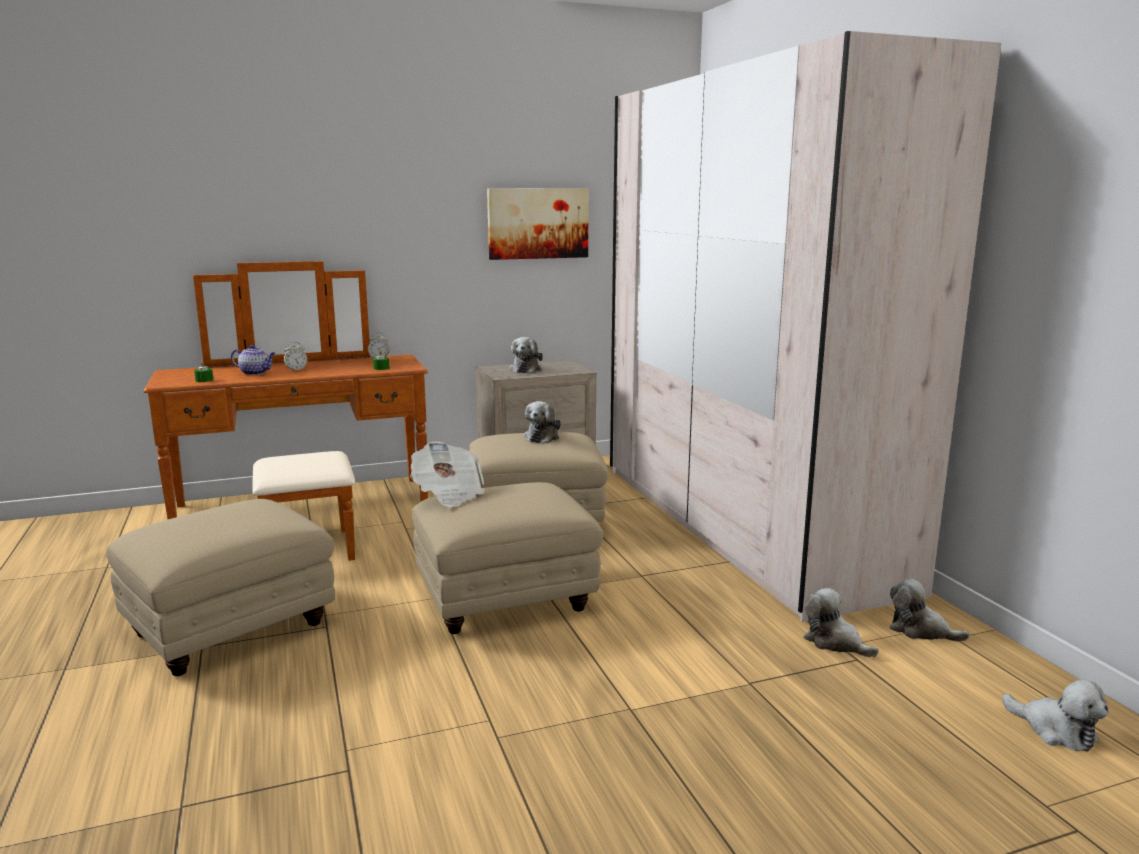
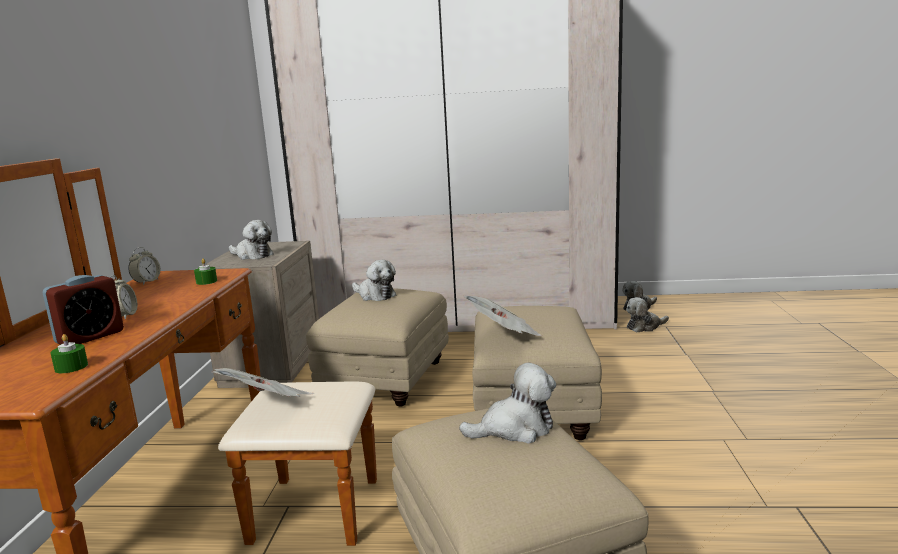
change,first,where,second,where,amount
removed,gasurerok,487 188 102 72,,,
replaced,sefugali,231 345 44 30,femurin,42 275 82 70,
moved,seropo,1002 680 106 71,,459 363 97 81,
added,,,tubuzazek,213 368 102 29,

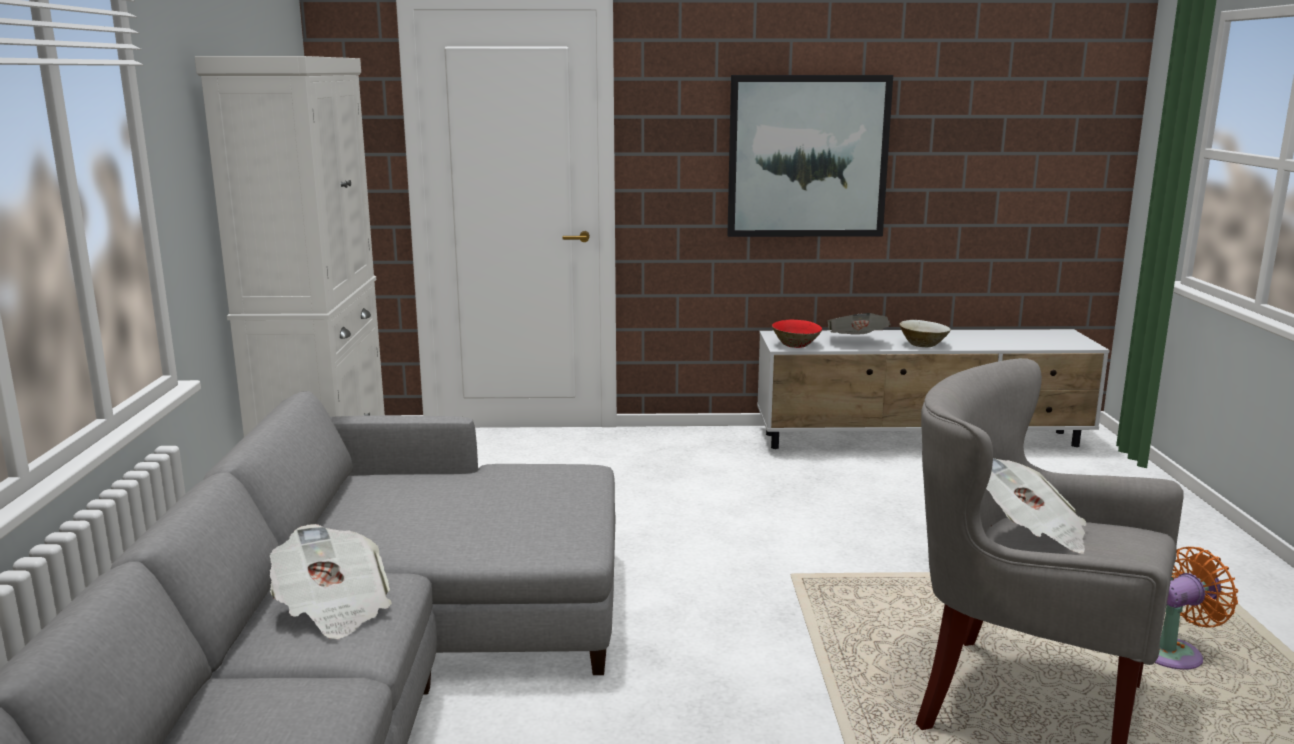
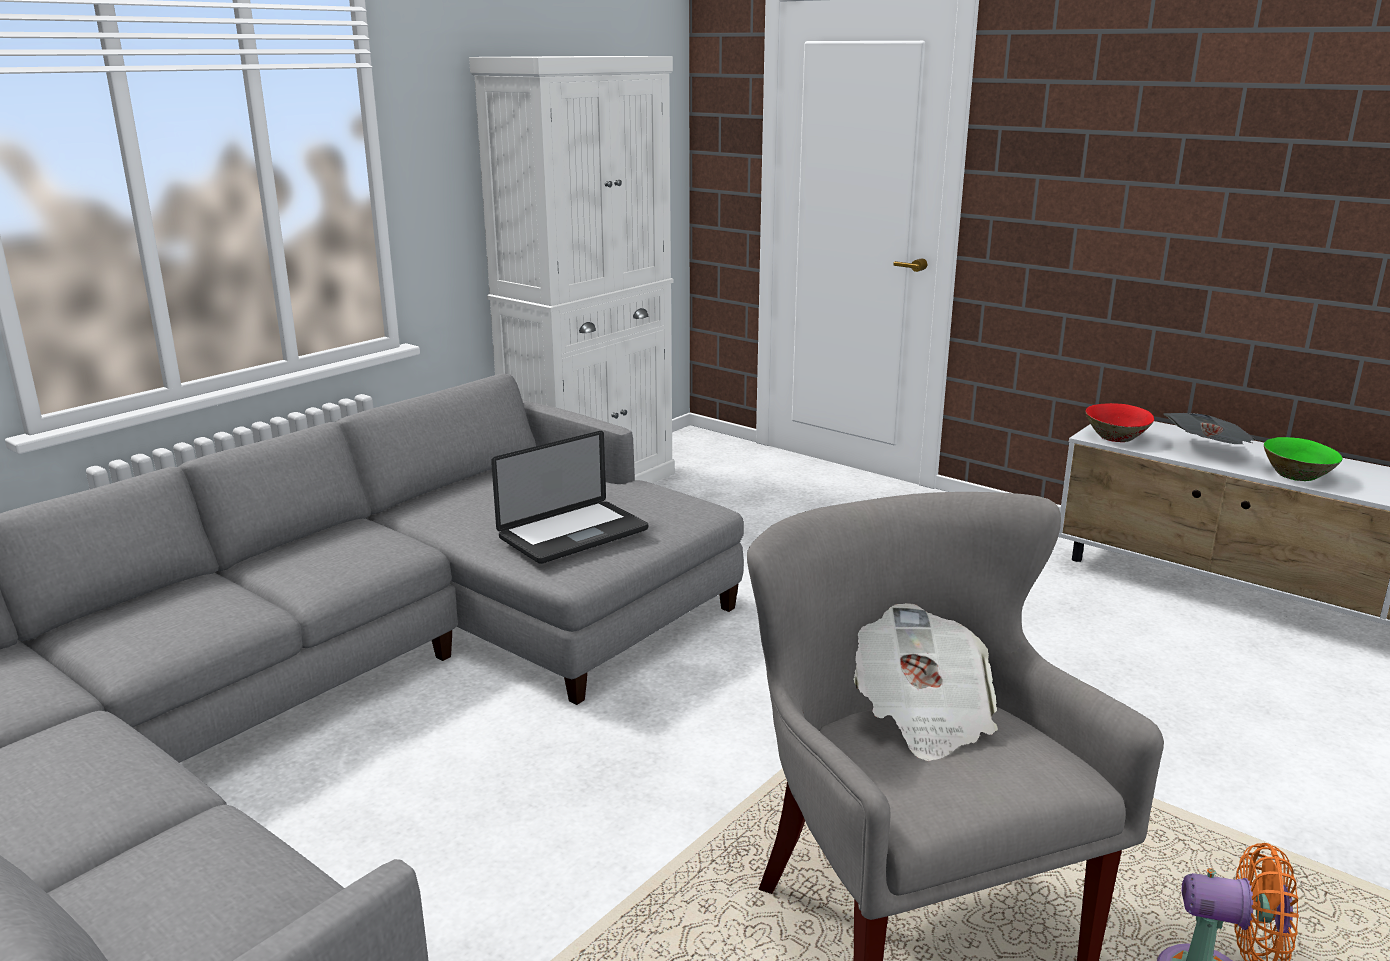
change,first,where,second,where,amount
removed,gasurerok,727 75 166 162,,,
recoloured,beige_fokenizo,899 320 52 27,green_fokenizo,1264 437 79 44,
removed,tubuzazek,270 524 122 115,,,
added,,,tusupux,491 431 157 133,

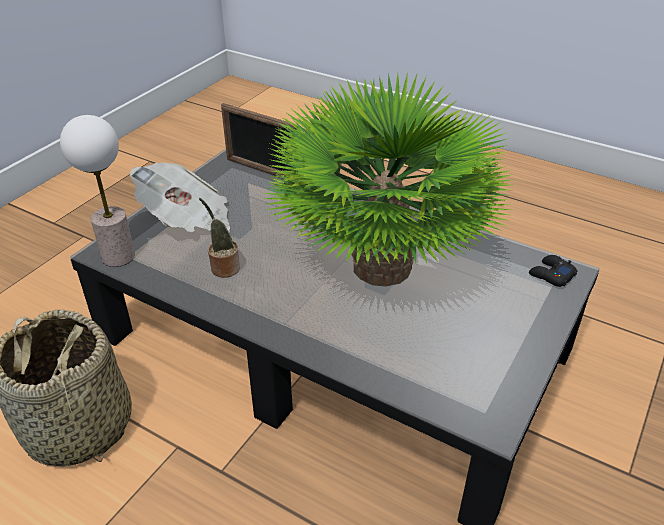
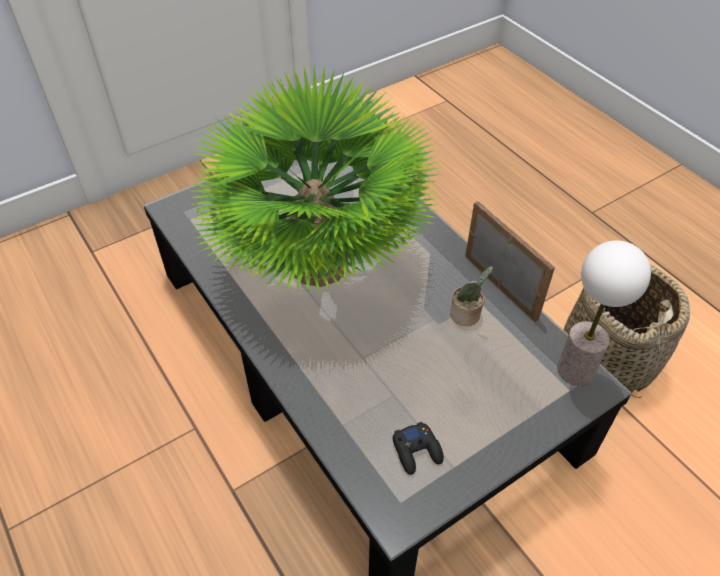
change,first,where,second,where,amount
moved,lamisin,221 103 77 75,,465 201 90 121,
removed,tubuzazek,130 162 100 70,,,
moved,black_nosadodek,529 255 49 32,,393 422 51 53,

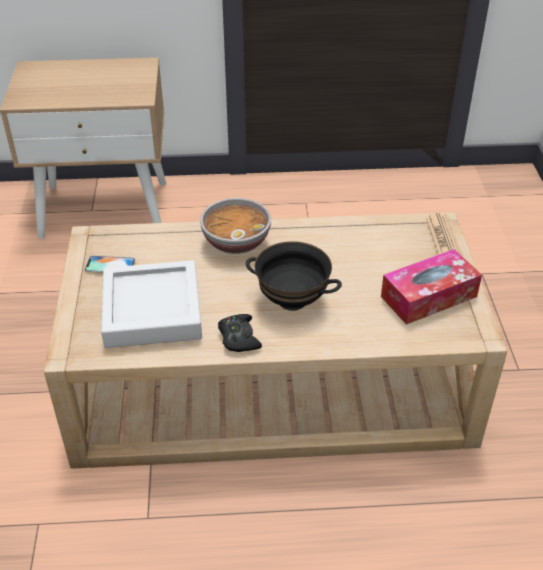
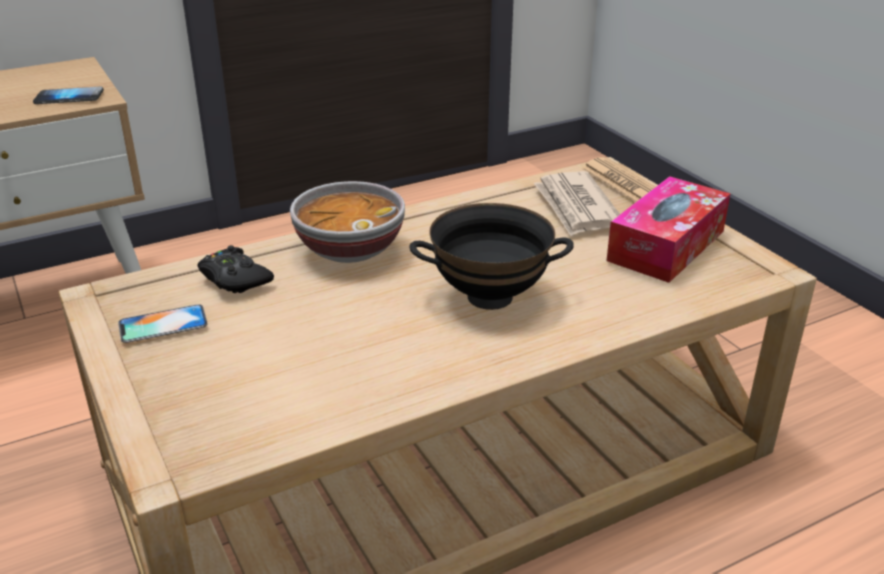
change,first,where,second,where,amount
removed,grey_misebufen,101 260 101 88,,,
moved,black_nosadodek,218 314 44 38,,197 245 77 48,
added,,,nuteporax,33 87 71 17,
added,,,tubuzazek,534 171 86 65,

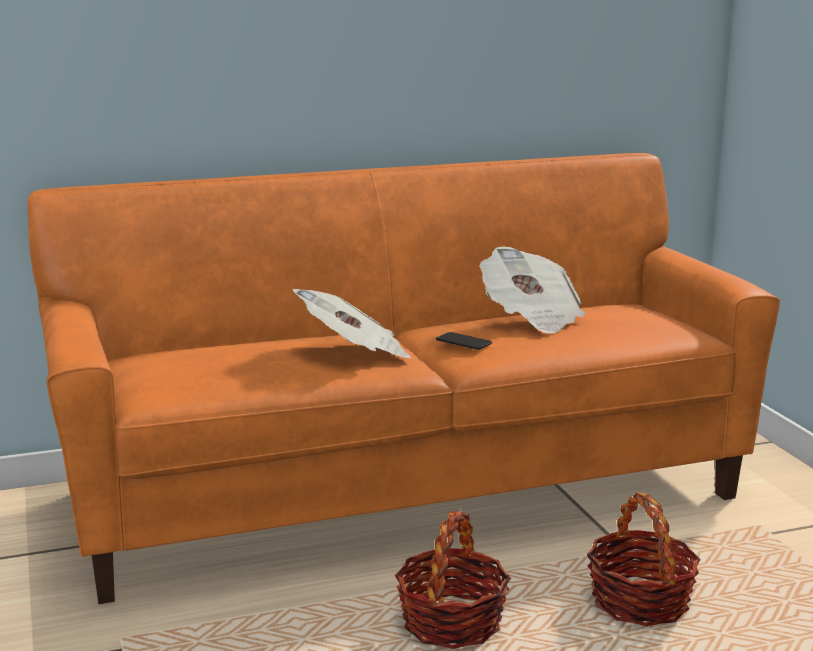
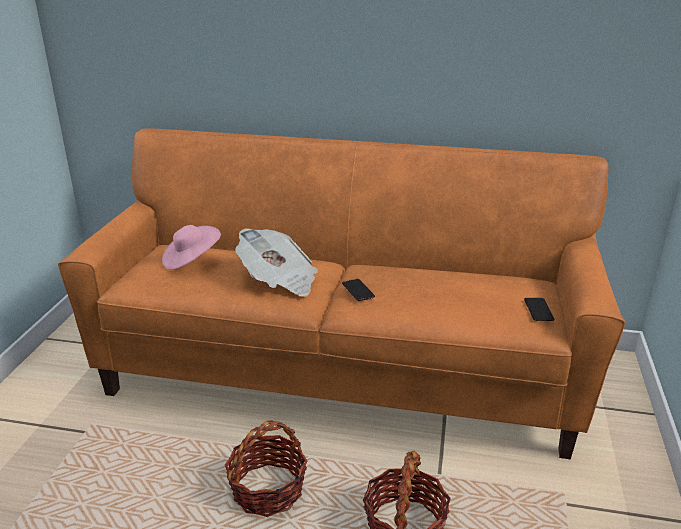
change,first,where,second,where,amount
removed,tubuzazek,480 246 105 88,,,
added,,,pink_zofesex,162 225 59 45,
added,,,nuteporax,524 298 31 23,

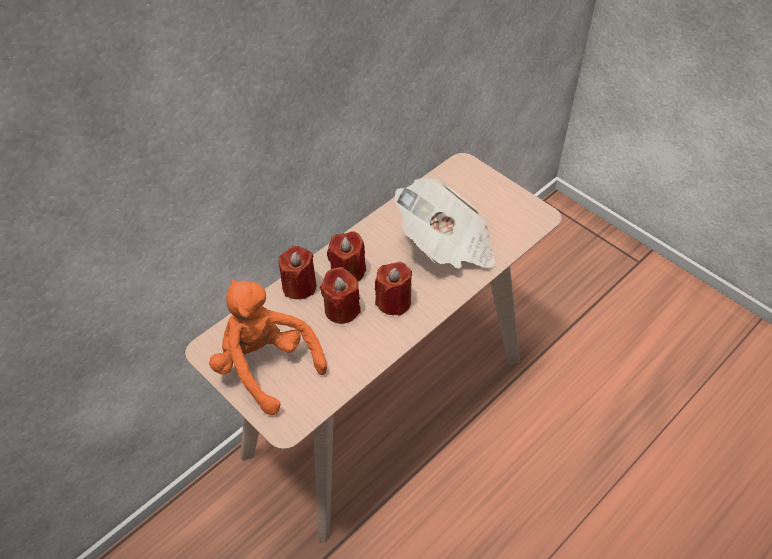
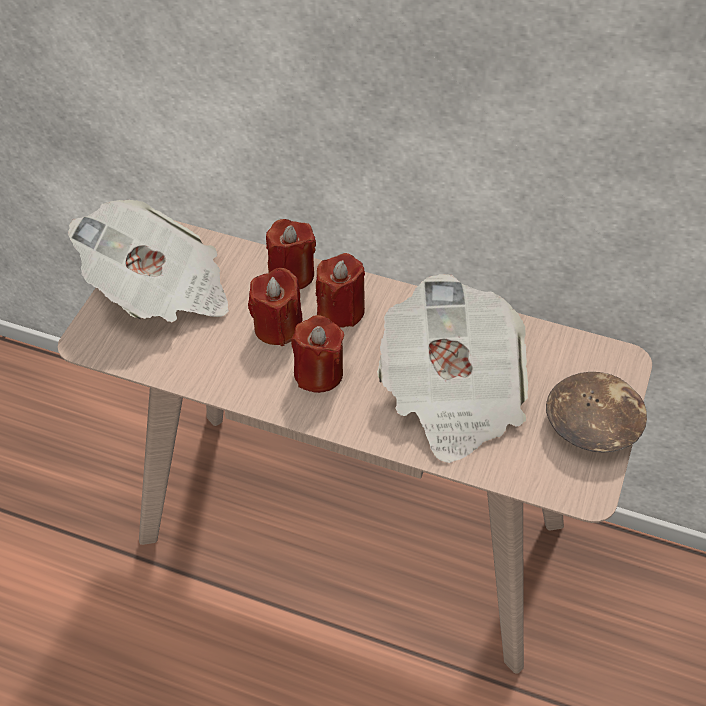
change,first,where,second,where,amount
replaced,orange_seropo,209 279 118 136,tubuzazek,68 200 161 122,
added,,,brown_fokenizo,546 372 101 81,

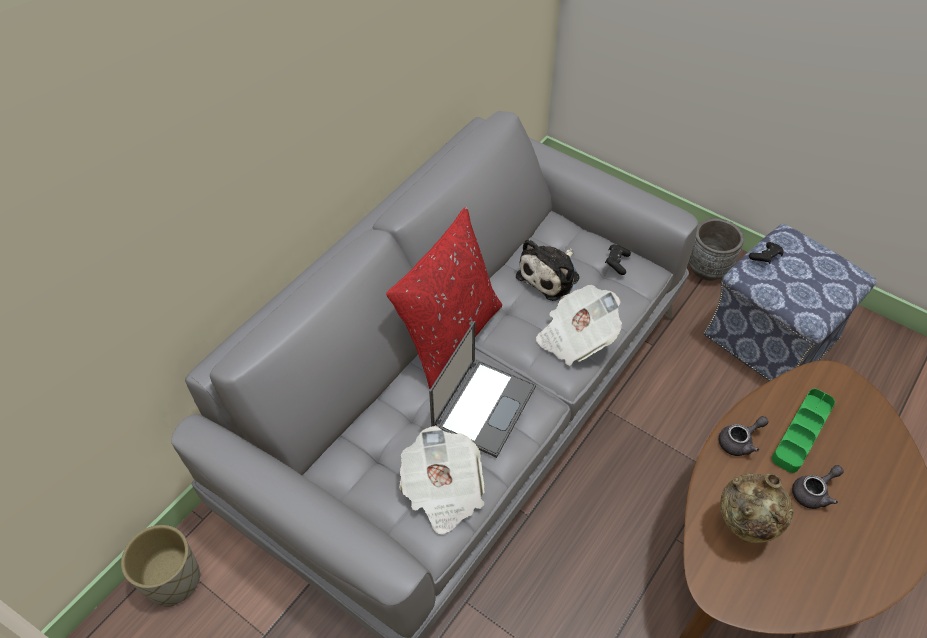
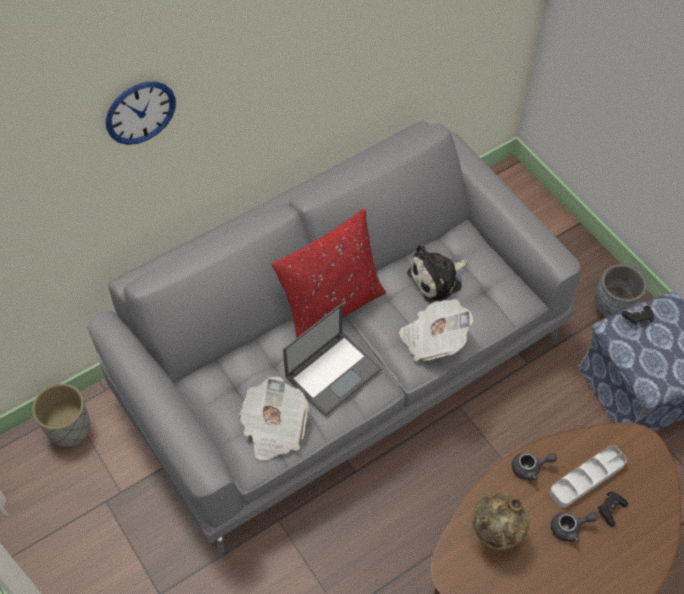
change,first,where,second,where,amount
moved,black_nosadodek,605 244 26 31,,598 492 30 34,
recoloured,green_misebufen,772 389 63 84,grey_misebufen,550 445 77 63,
added,,,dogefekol,106 81 70 64,

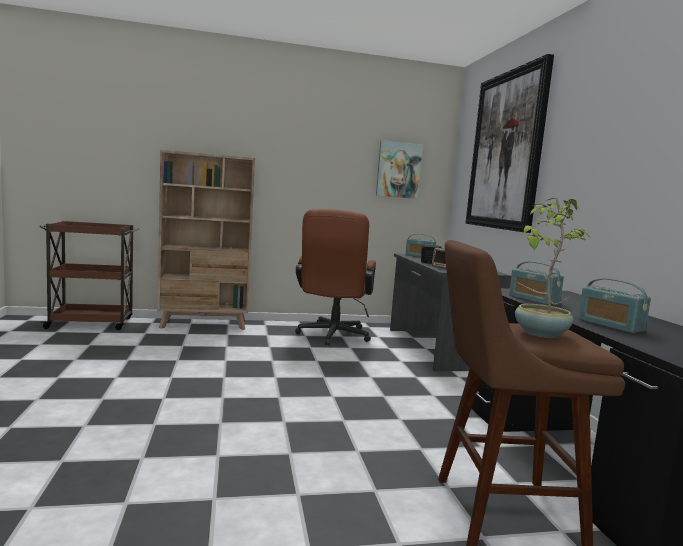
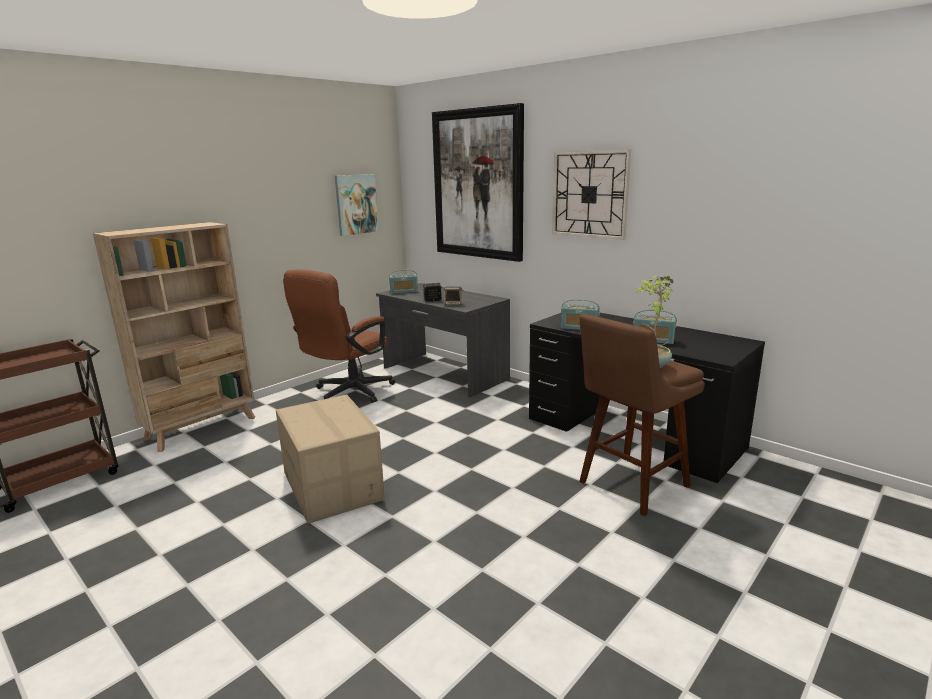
change,first,where,second,where,amount
turned,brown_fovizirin,295 209 81 136,,283 270 112 133,60 degrees clockwise
added,,,dogefekol,552 149 79 91,
added,,,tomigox,276 394 109 130,

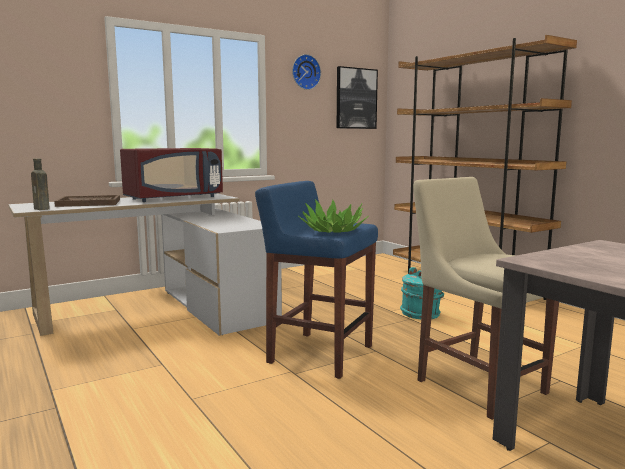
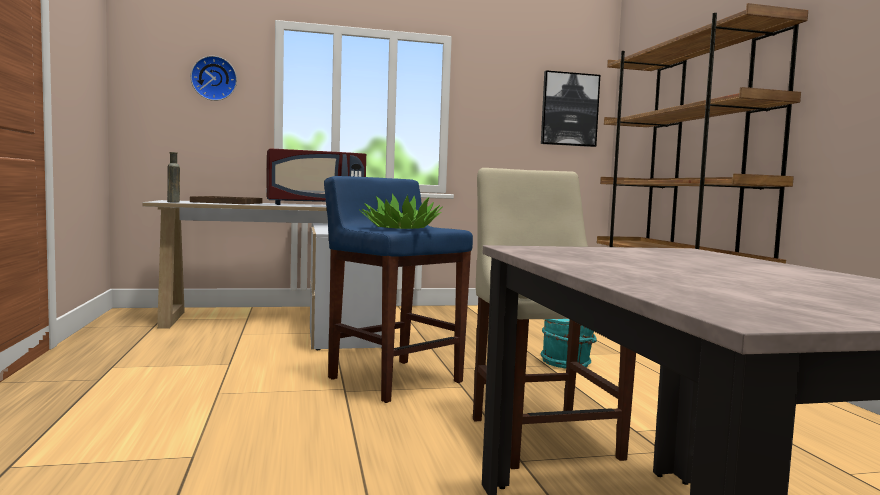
change,first,where,second,where,amount
moved,dogefekol,292 54 29 36,,191 56 46 45,

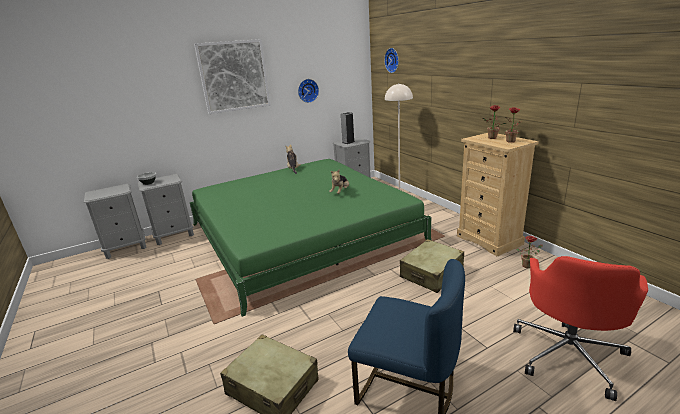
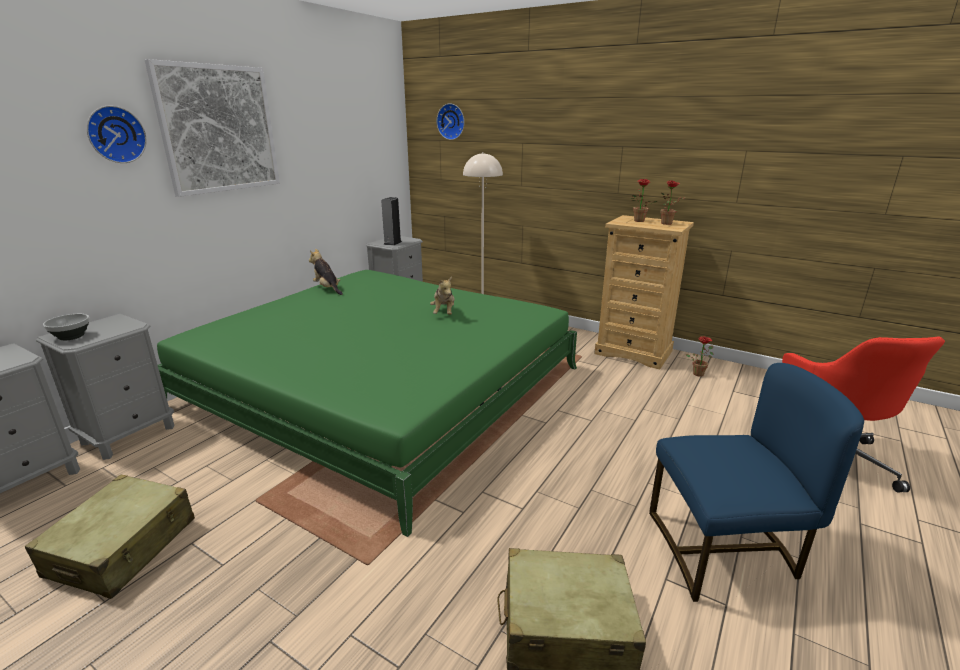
change,first,where,second,where,amount
moved,dogefekol,298 79 21 24,,87 106 60 57,
moved,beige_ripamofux,400 239 64 54,,24 475 171 124,

